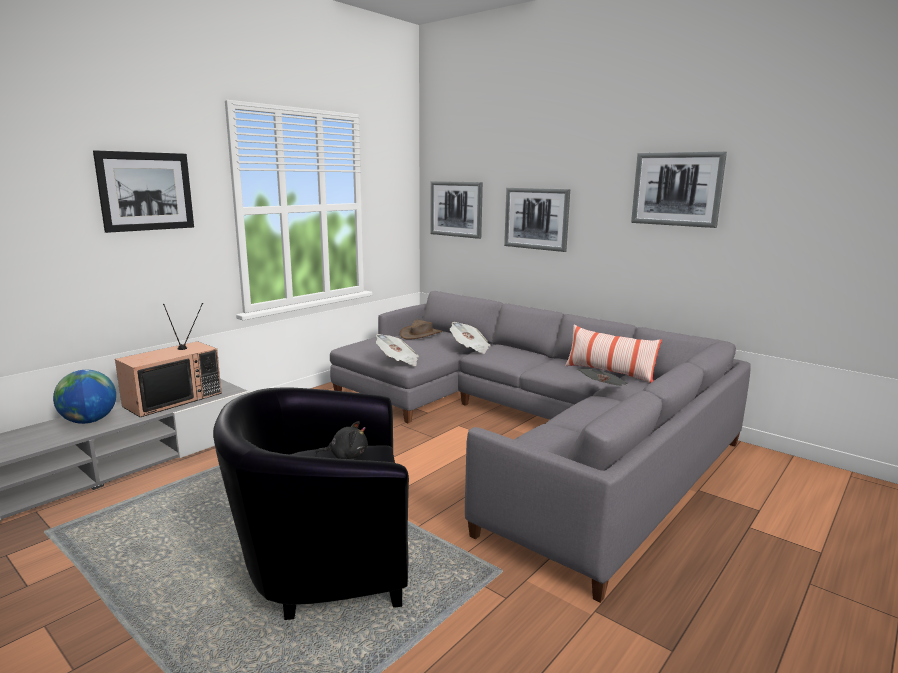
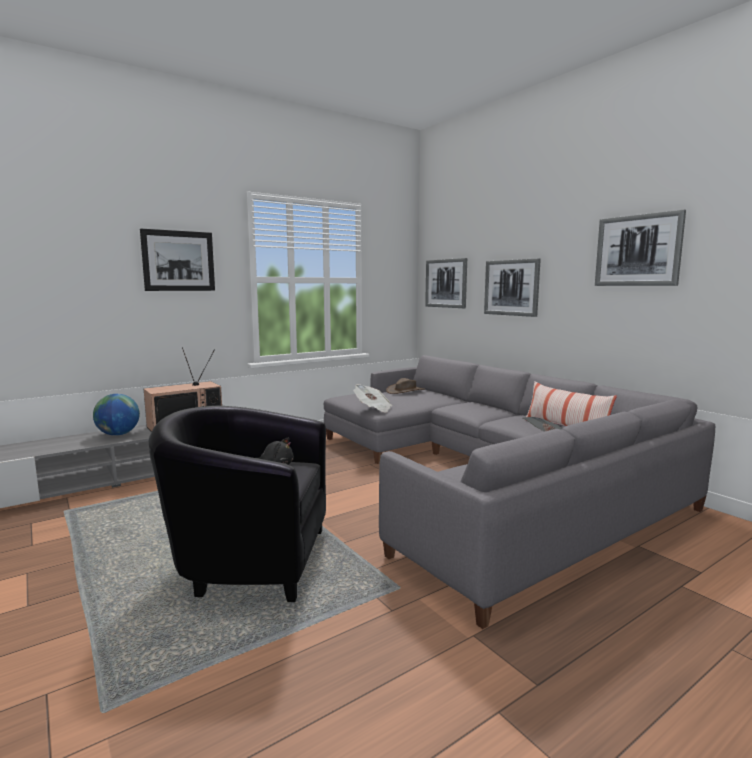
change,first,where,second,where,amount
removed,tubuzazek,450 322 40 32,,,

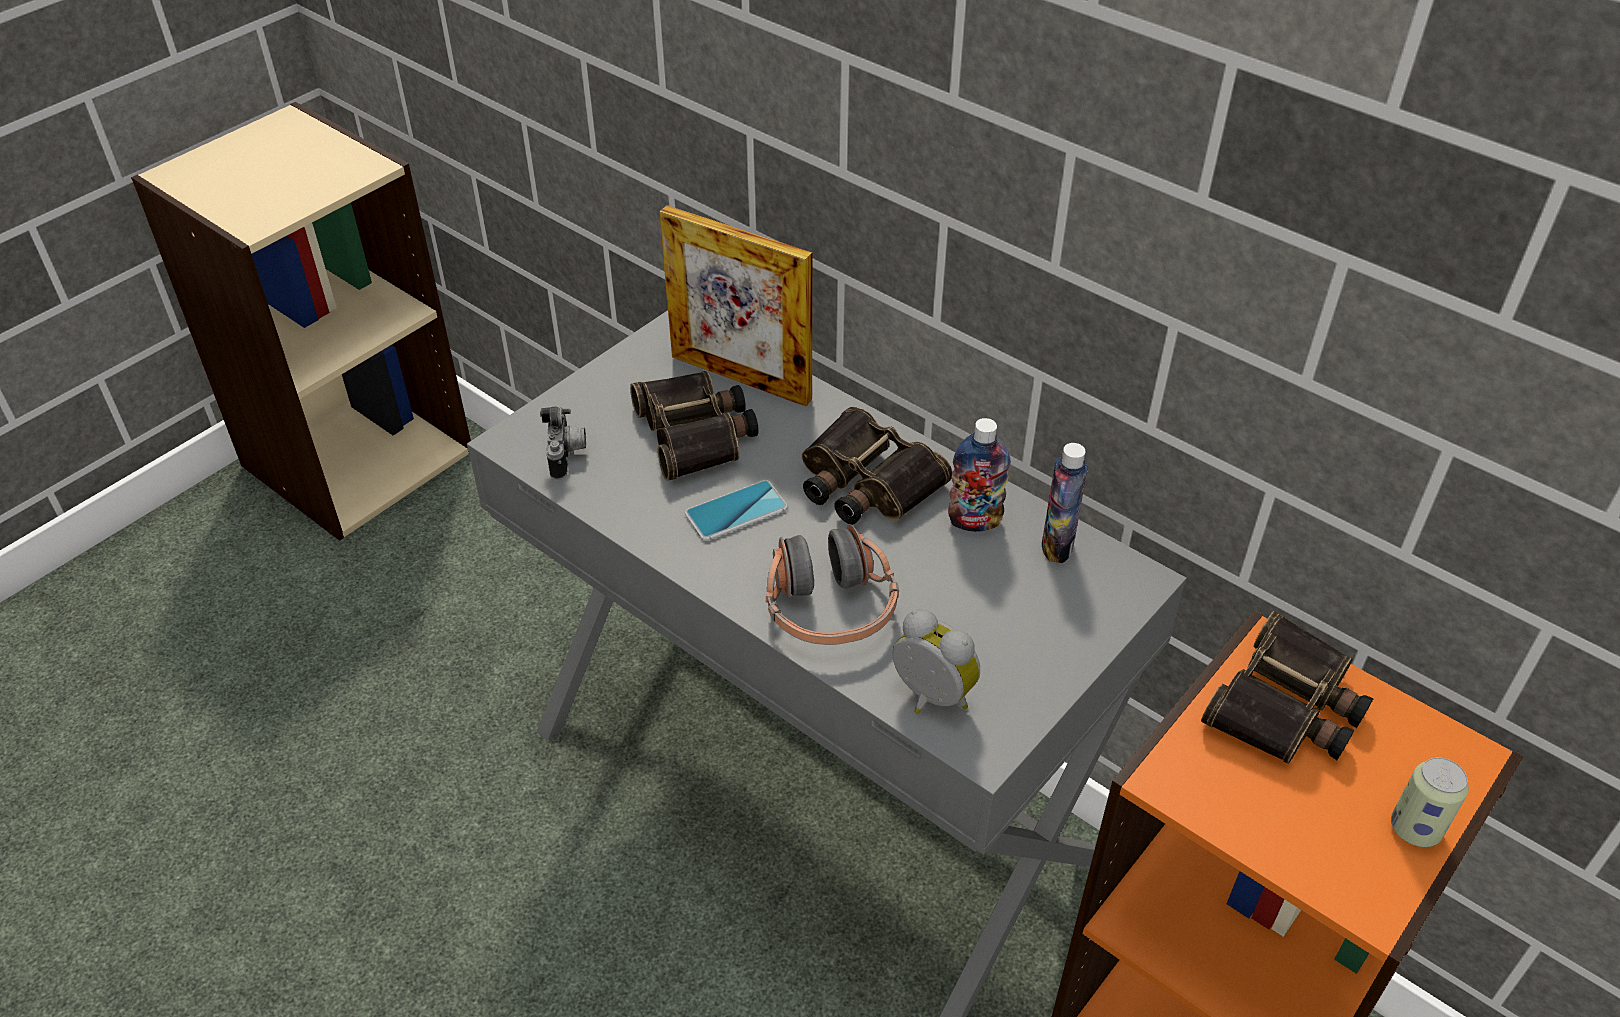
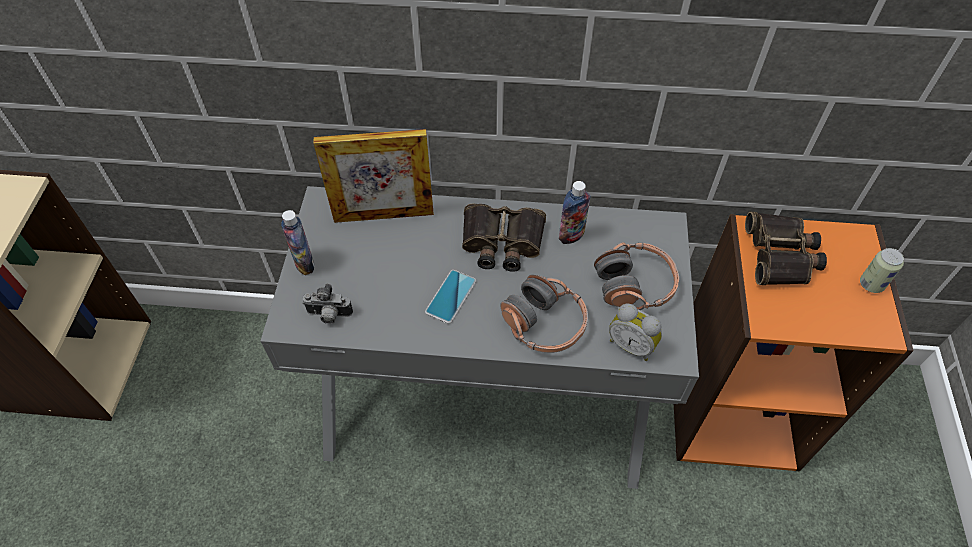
change,first,where,second,where,amount
removed,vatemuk,630 371 129 110,,,
turned,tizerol,540 407 46 73,,302 284 51 40,135 degrees clockwise
moved,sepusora,1042 443 46 120,,281 210 34 65,
turned,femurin,892 609 88 105,,609 304 53 57,150 degrees counterclockwise
added,,,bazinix,594 242 85 68,

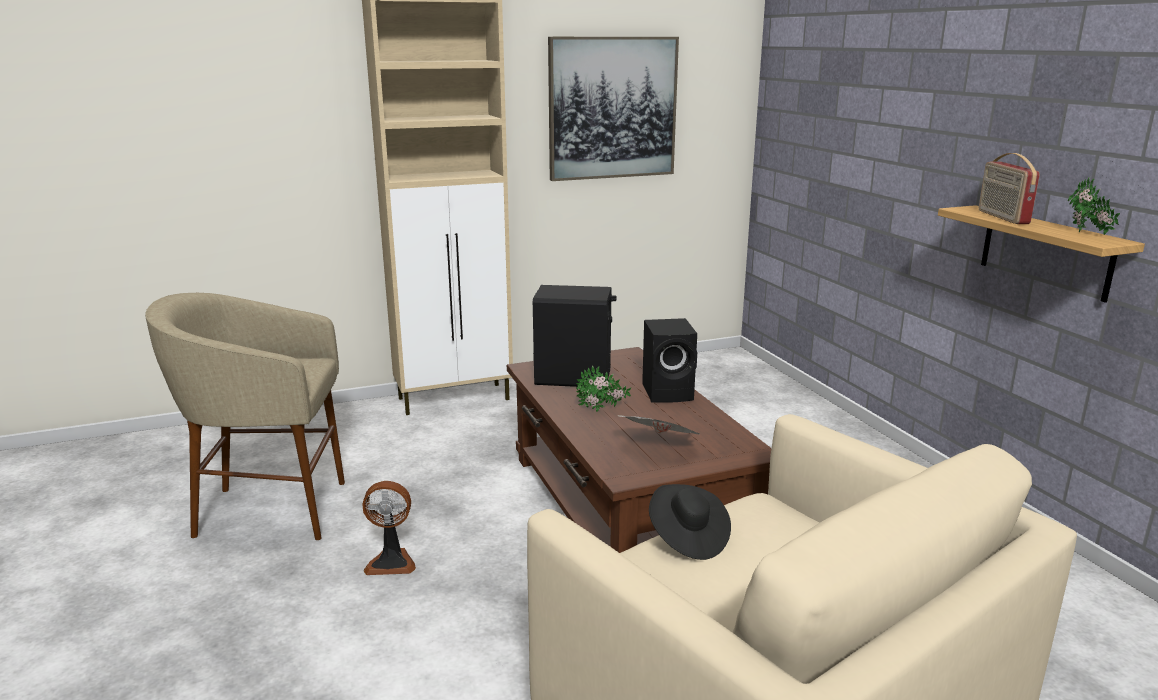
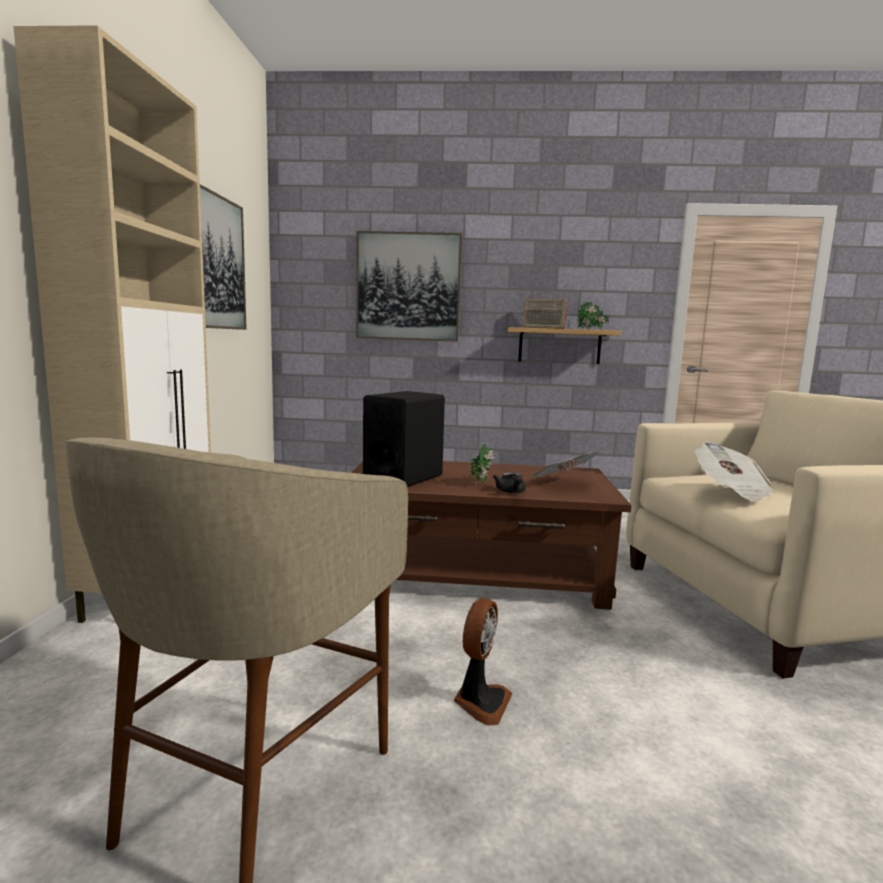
change,first,where,second,where,amount
removed,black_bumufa,642 318 55 85,,,
replaced,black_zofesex,649 484 82 76,tubuzazek,695 442 81 60,
added,,,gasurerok,356 231 106 111,
added,,,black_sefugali,493 472 33 21,

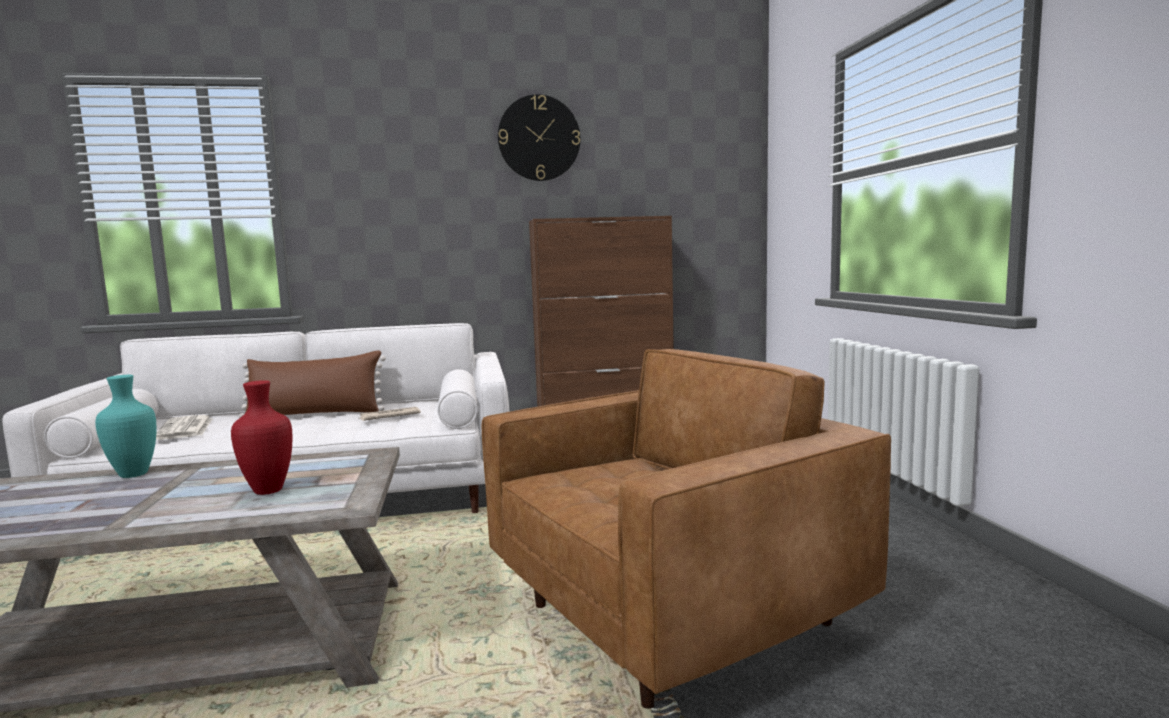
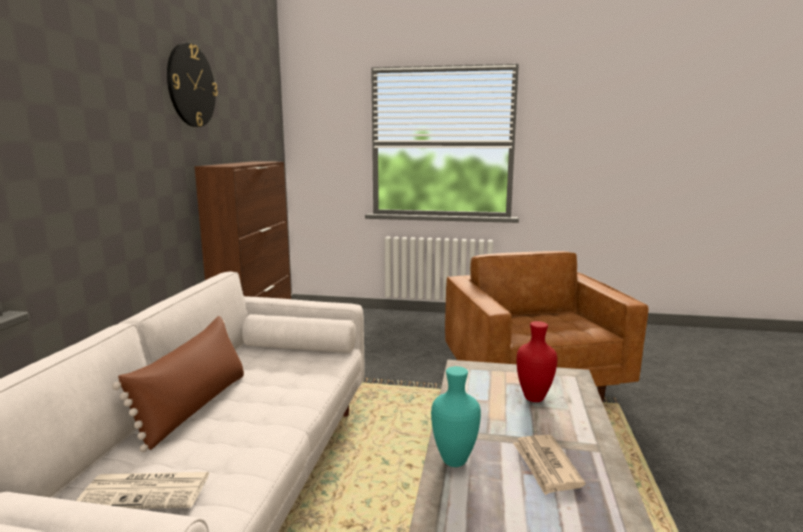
change,first,where,second,where,amount
moved,tubuzazek,358 407 63 14,,513 435 73 60,

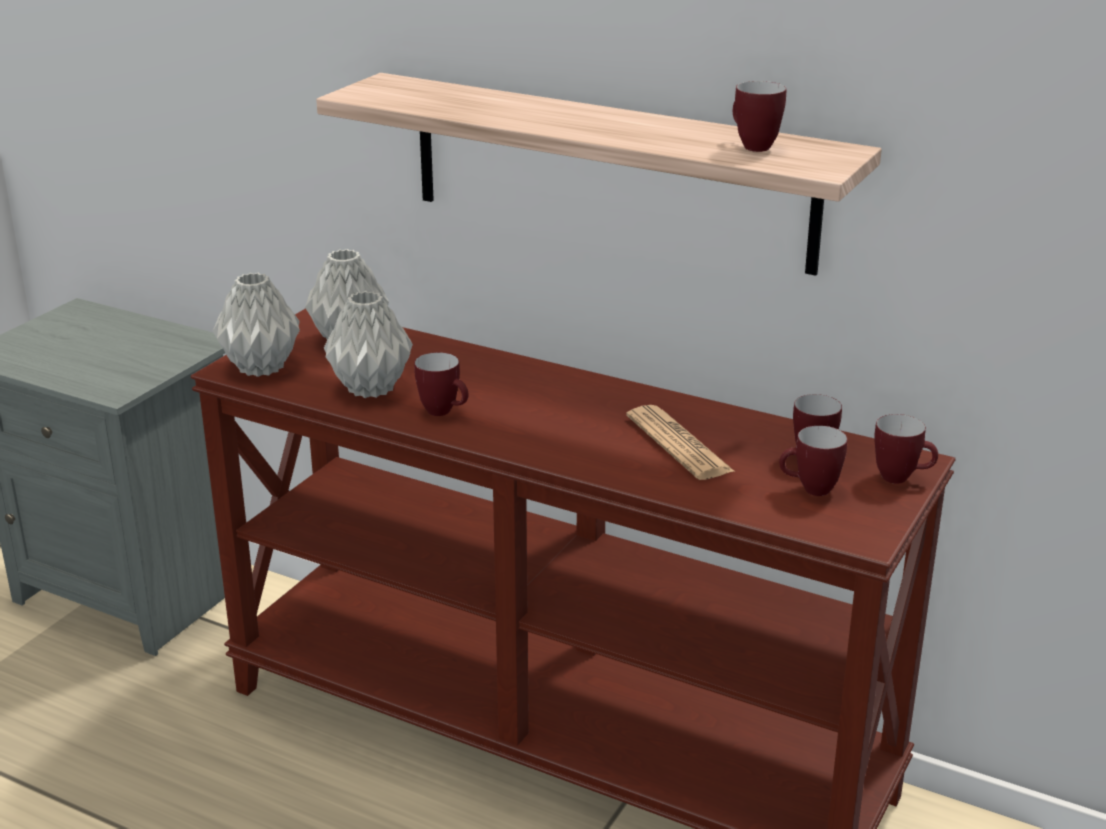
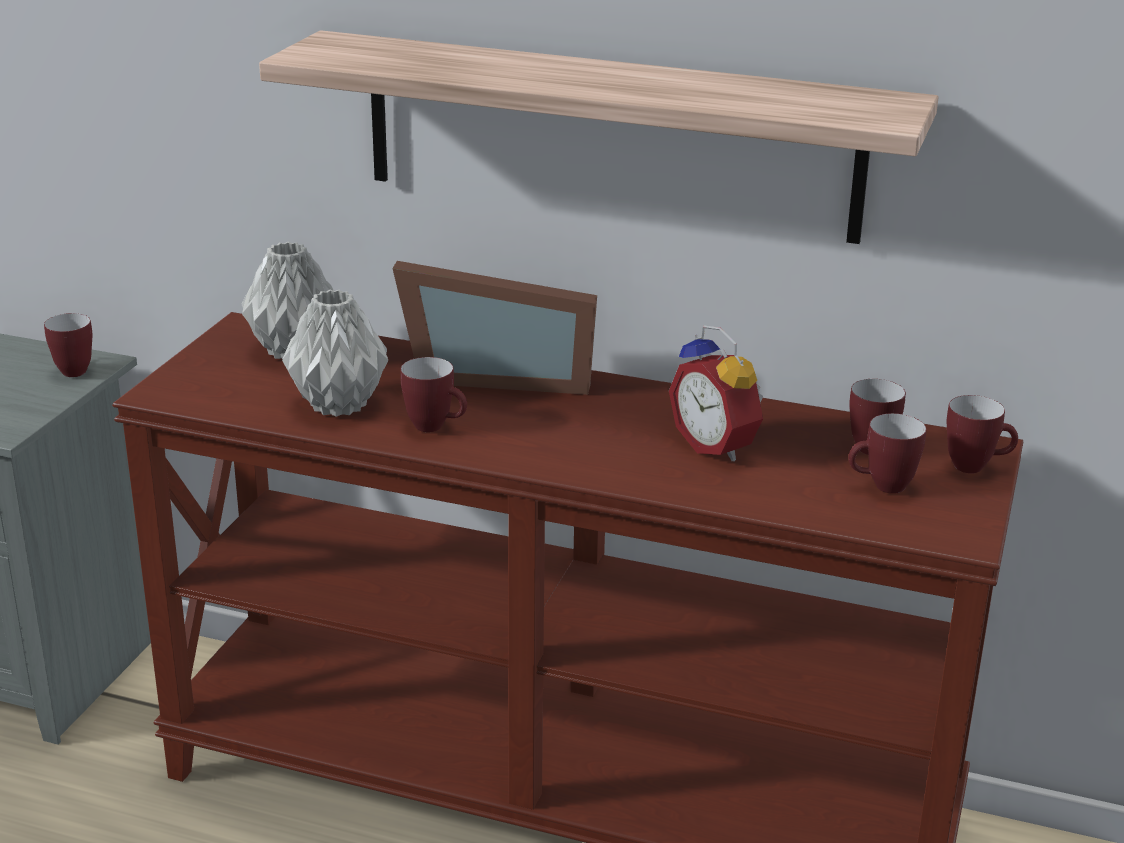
change,first,where,second,where,amount
moved,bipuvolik,733 81 53 71,,44 313 48 64,
removed,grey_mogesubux,213 273 87 104,,,
replaced,tubuzazek,626 405 109 75,femurin,669 325 94 137,
added,,,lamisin,392 261 205 134,

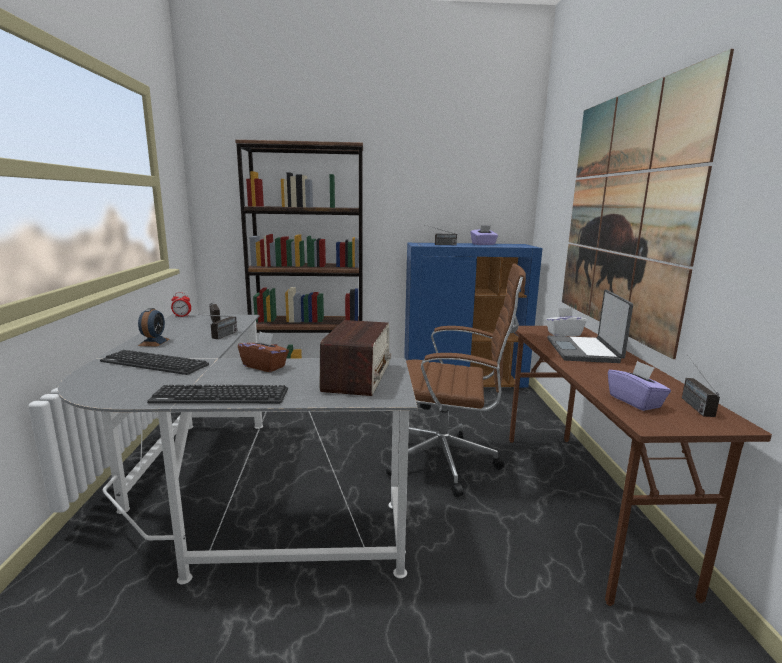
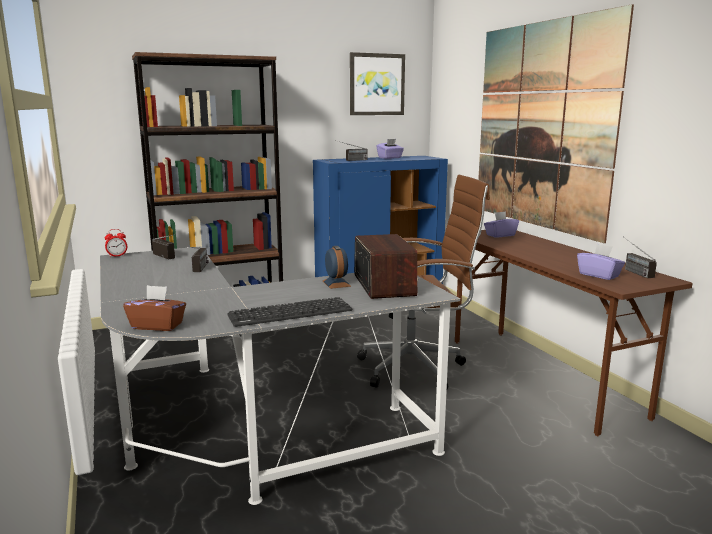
change,first,where,second,where,amount
removed,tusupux,547 290 86 73,,,
moved,femurin,138 308 31 39,,323 246 28 43,
recoloured,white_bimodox,546 308 41 28,purple_bimodox,484 211 35 27,
moved,brown_bimodox,238 331 51 41,,123 285 63 46,
removed,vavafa,100 350 109 25,,,
added,,,gasurerok,350 52 55 63,

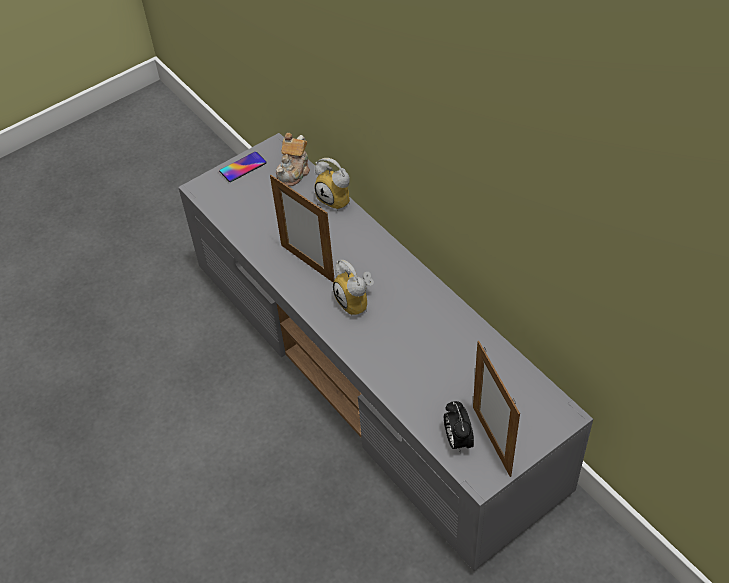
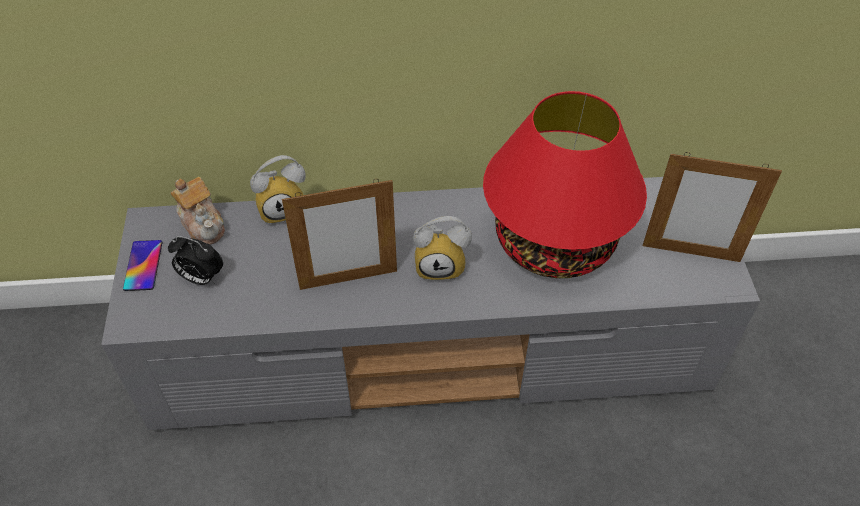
change,first,where,second,where,amount
moved,femurin,444 401 30 52,,168 236 55 49,
added,,,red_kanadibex,483 91 164 187,

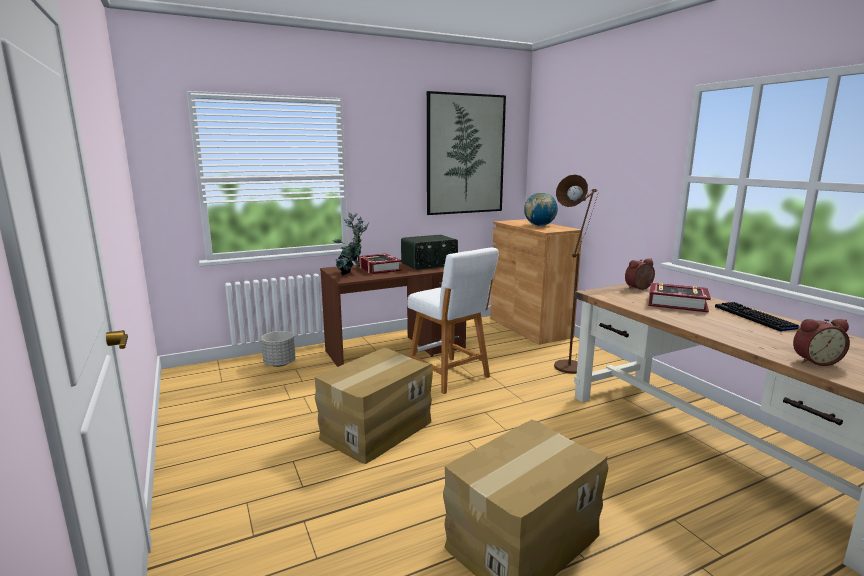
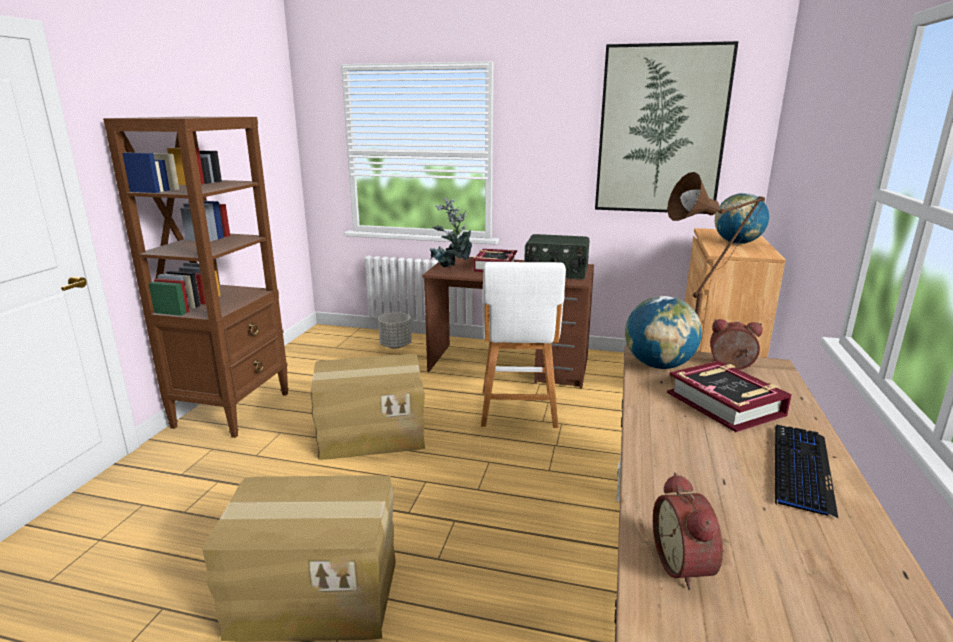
change,first,where,second,where,amount
turned,femurin,793 319 57 47,,653 473 70 117,45 degrees clockwise
added,,,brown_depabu,103 117 186 321,
added,,,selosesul,625 296 77 73,

